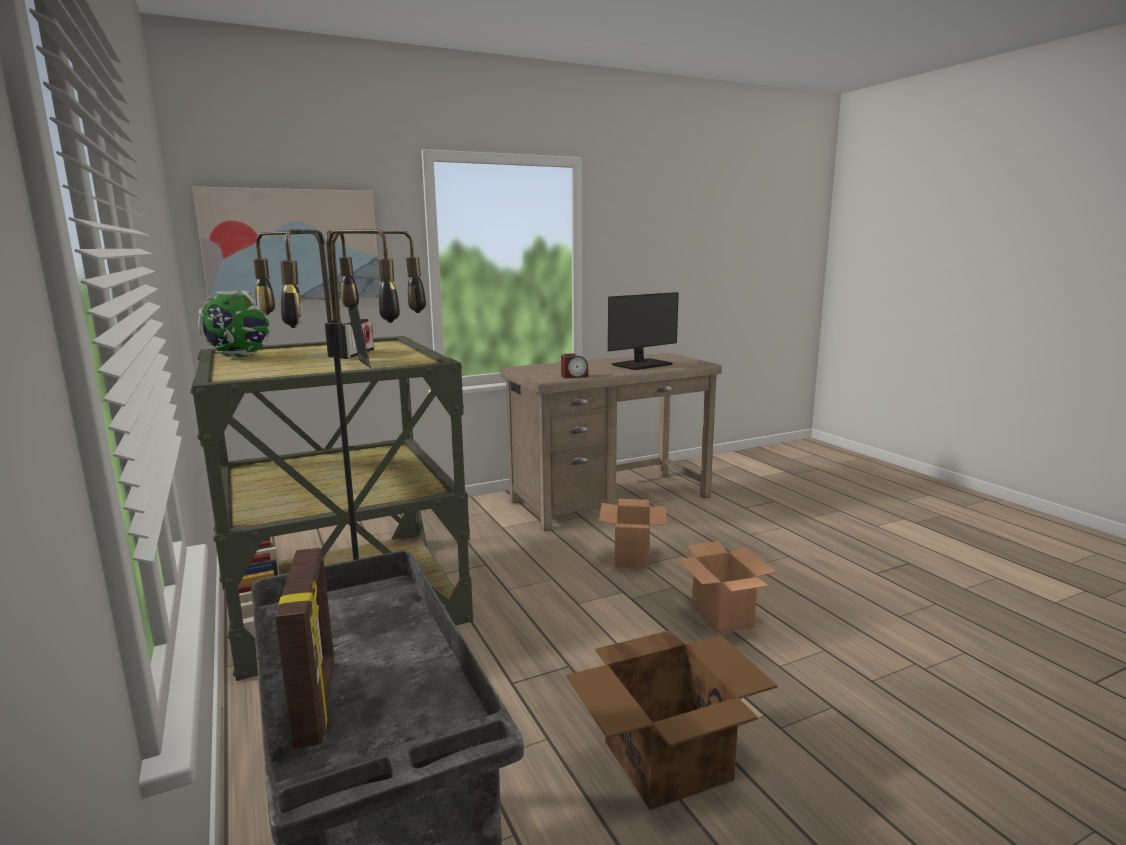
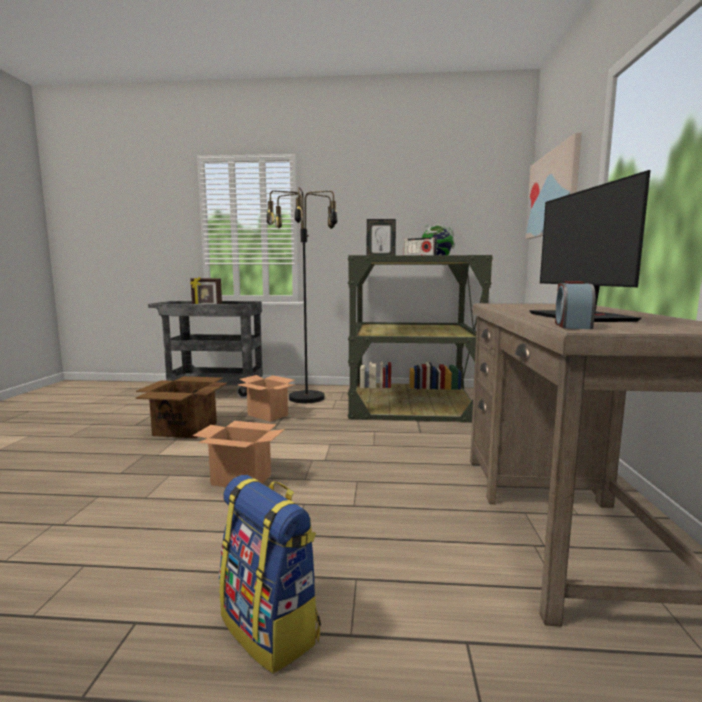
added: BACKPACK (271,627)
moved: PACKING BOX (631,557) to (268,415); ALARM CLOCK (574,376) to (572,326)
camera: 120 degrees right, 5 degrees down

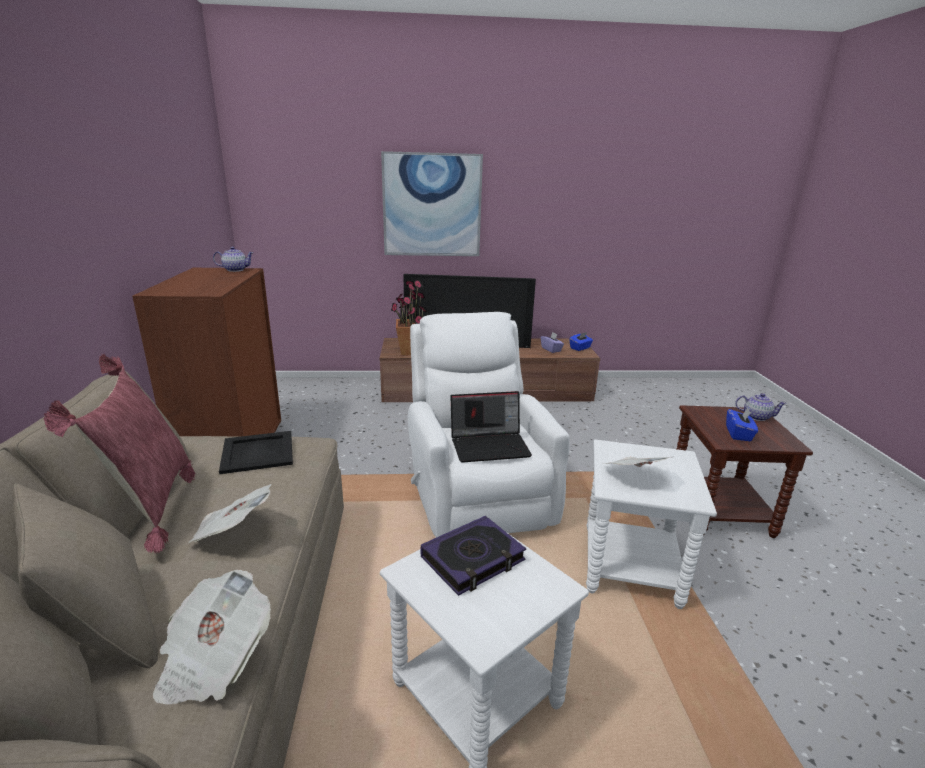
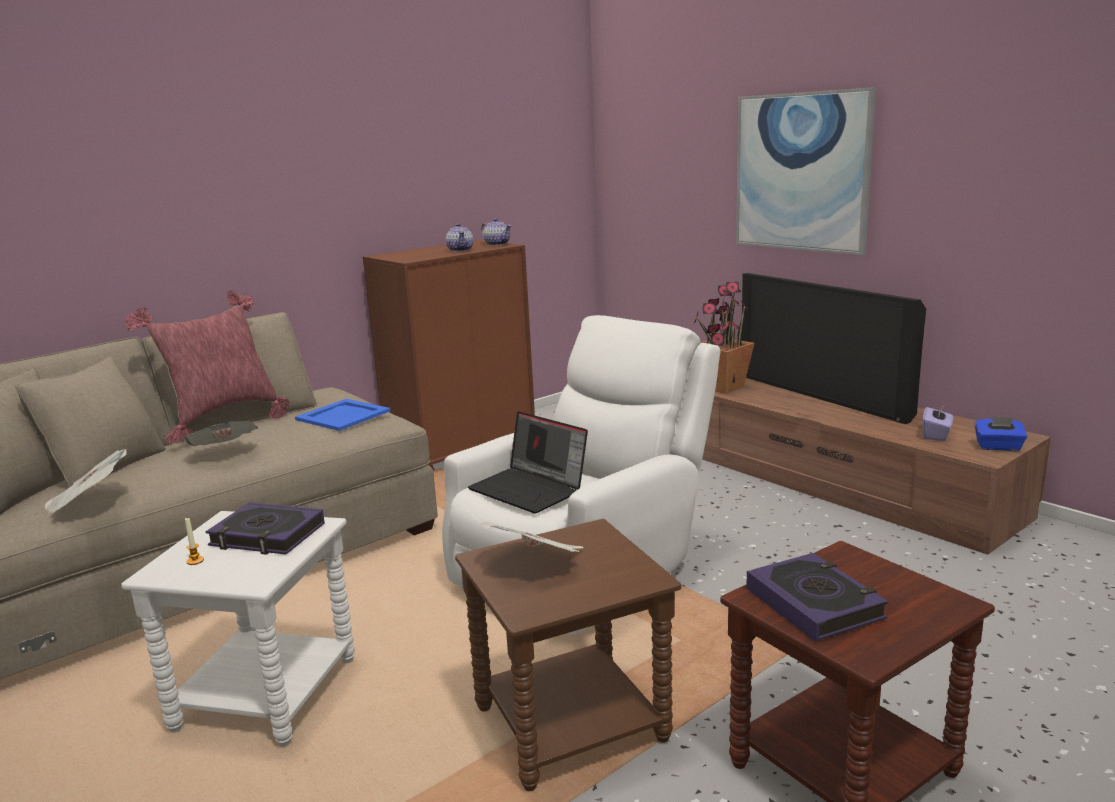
added: CANDLE (195,561)
moved: TEAPOT (756,417) to (460,250)
replaced: BLUE TISSUE HOLDER (738,434) to VOLUME (814,604)
recoloured: BLACK TRAY (258,452) to BLUE TRAY (344,415); WHITISH ACCENT TABLE (632,567) to BROWNISH ACCENT TABLE (571,726)
camera: 55 degrees right, 5 degrees down

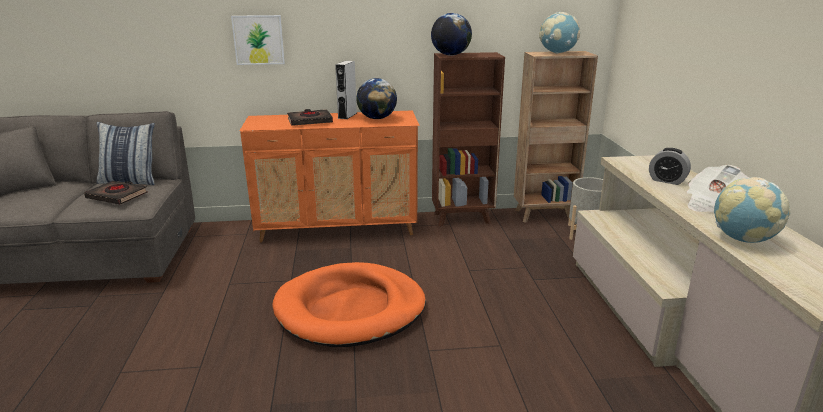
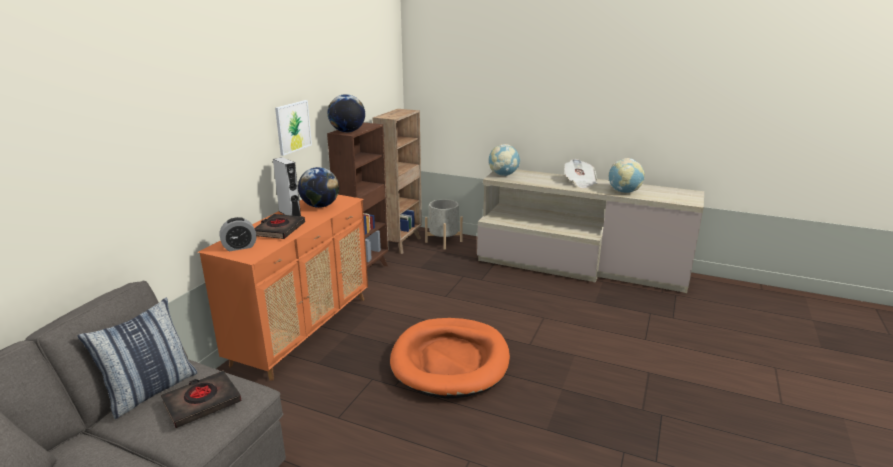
moved: ALARM CLOCK (667,181) to (240,247); PICTURE (258,40) to (293,127); WORLD GLOBE (557,52) to (503,175)
camera: 60 degrees left, 0 degrees up

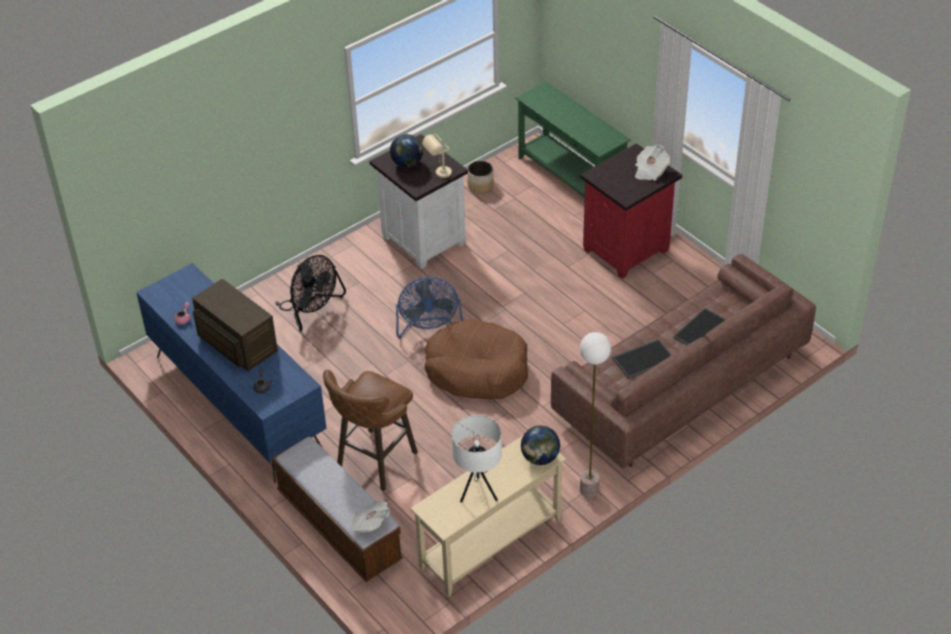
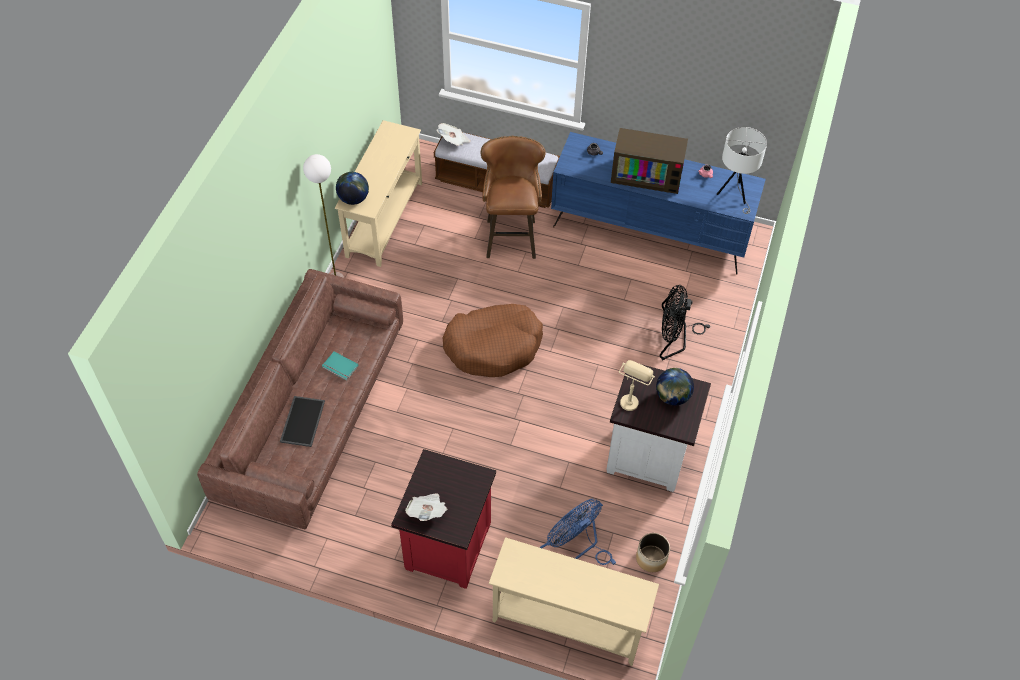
moved: BLUE FAN (426,326) to (578,545); WHITISH TABLETOP LAMP (479,491) to (734,195)
replaced: TRAY (643,358) to TURQUOISE VOLUME (339,367)
recoloured: GREEN NARROW TABLE (571,178) to BEIGE NARROW TABLE (567,622)
camera: 145 degrees right, 10 degrees up

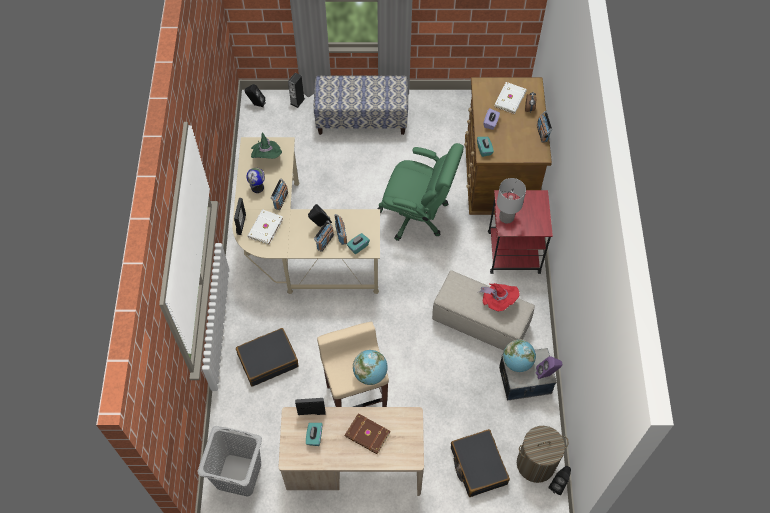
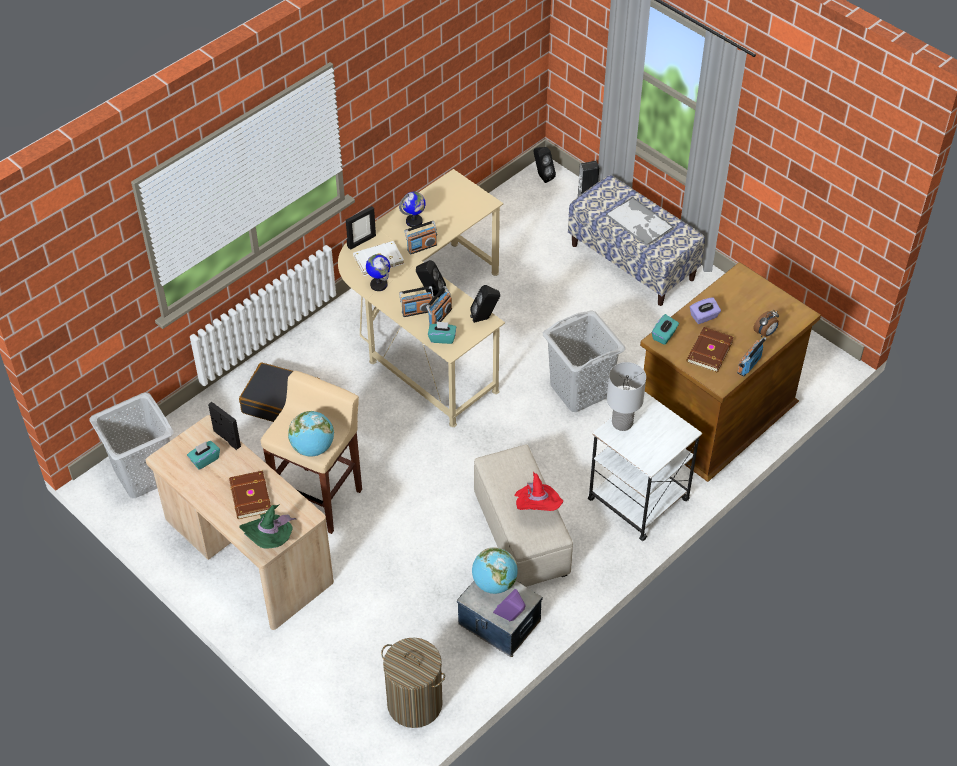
removed: BLACK TRAVEL CASE (478,466); WHITISH VOLUME (510,99)
added: WORLD GLOBE (379,284); TRAY (640,222); BROWNISH VOLUME (708,351)
moved: GREEN HAT (267,157) to (270,540); BLACK AUDIO SPEAKER (558,484) to (485,318)
replaced: GREEN DESK CHAIR (418,216) to GREYISH HAMPER (579,391)
recoloured: RED TROLLEY (513,253) to WHITISH TROLLEY (637,500)
camera: 45 degrees right, 10 degrees down

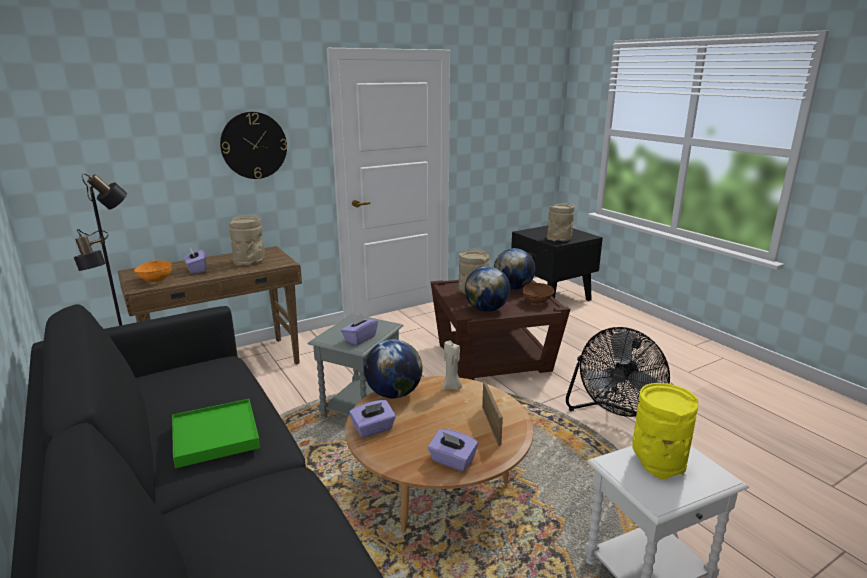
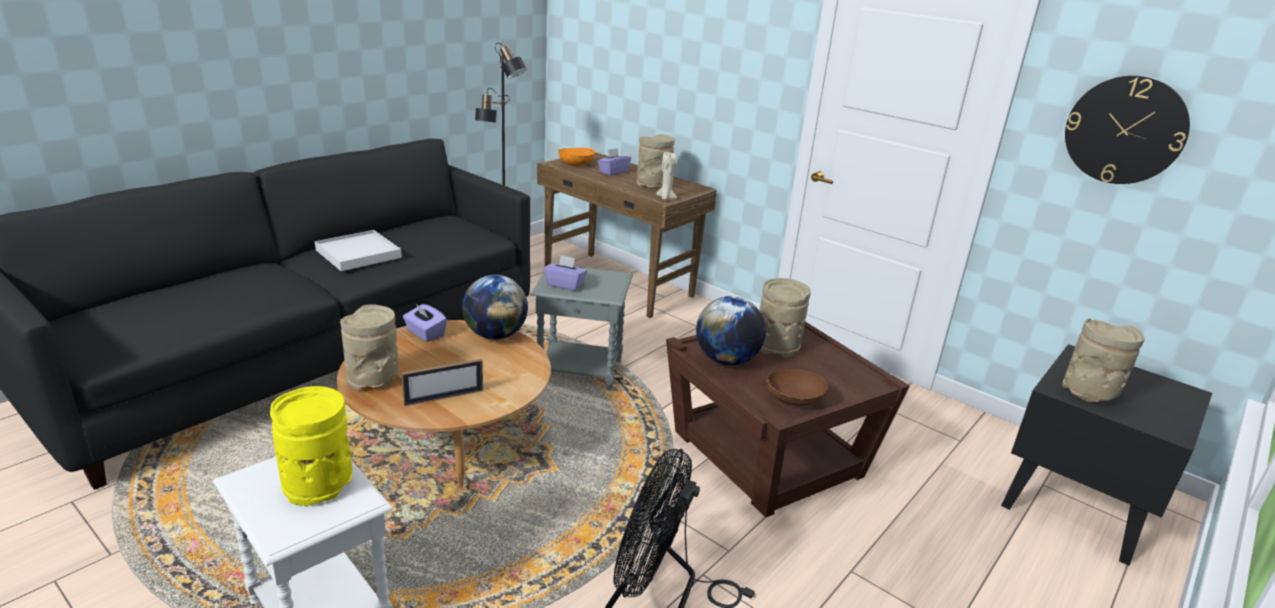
removed: WORLD GLOBE (513,288)
moved: BEIGE CANDLE (452,387) to (665,198); WALL CLOCK (254,145) to (1125,130)
replaced: PURPLISH TISSUE HOLDER (452,461) to BEIGE DECORATIVE VASE (374,380)
recoloured: GREEN TRAY (216,435) to WHITISH TRAY (358,254)
camera: 70 degrees right, 5 degrees up

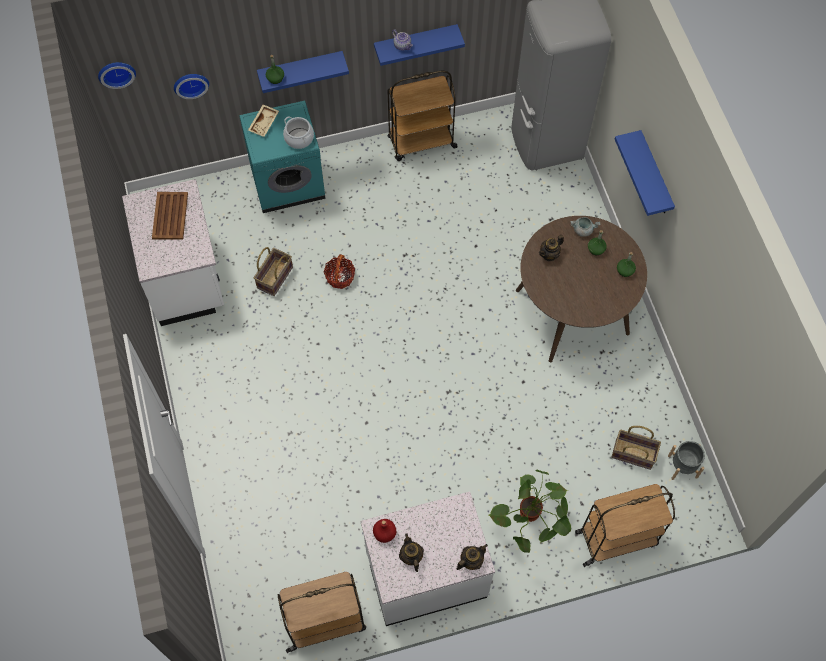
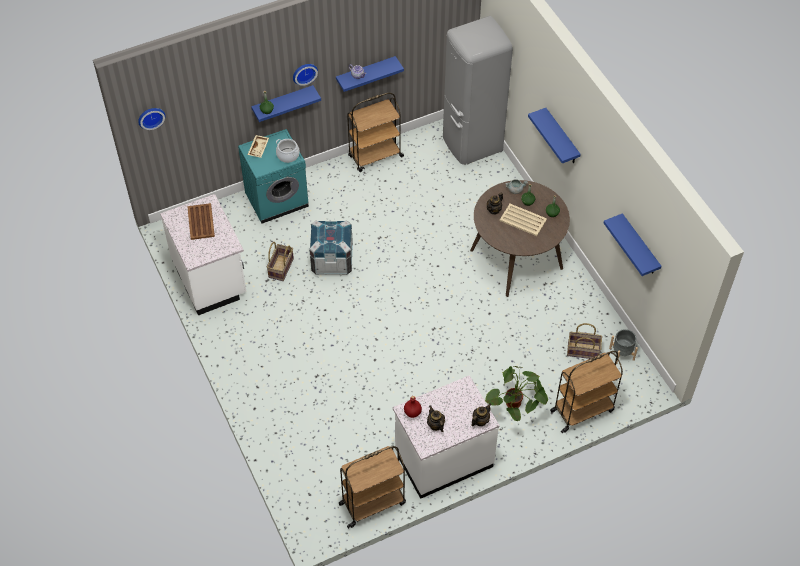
added: BEIGE TRAY (522,220); BLUE BRACKET SHELF (640,246)
moved: WALL CLOCK (190,83) to (304,72)
replaced: HOUSEHOLD BASKET (340,277) to CRATE (332,260)
camera: 10 degrees left, 10 degrees down

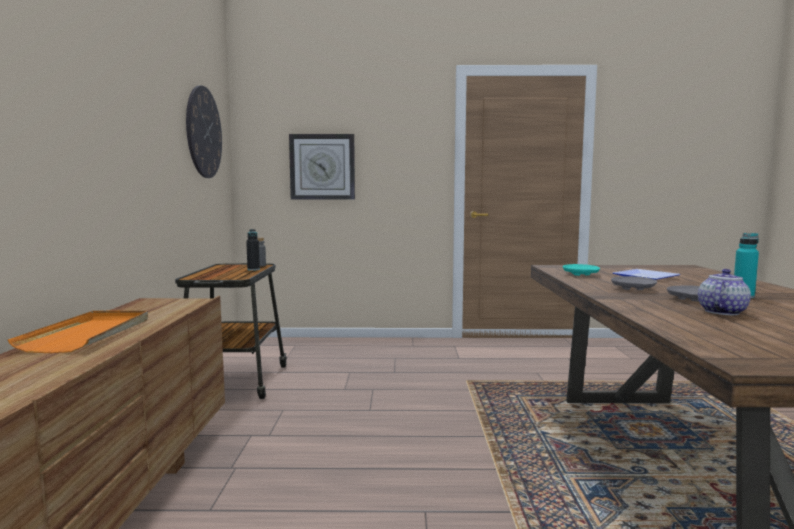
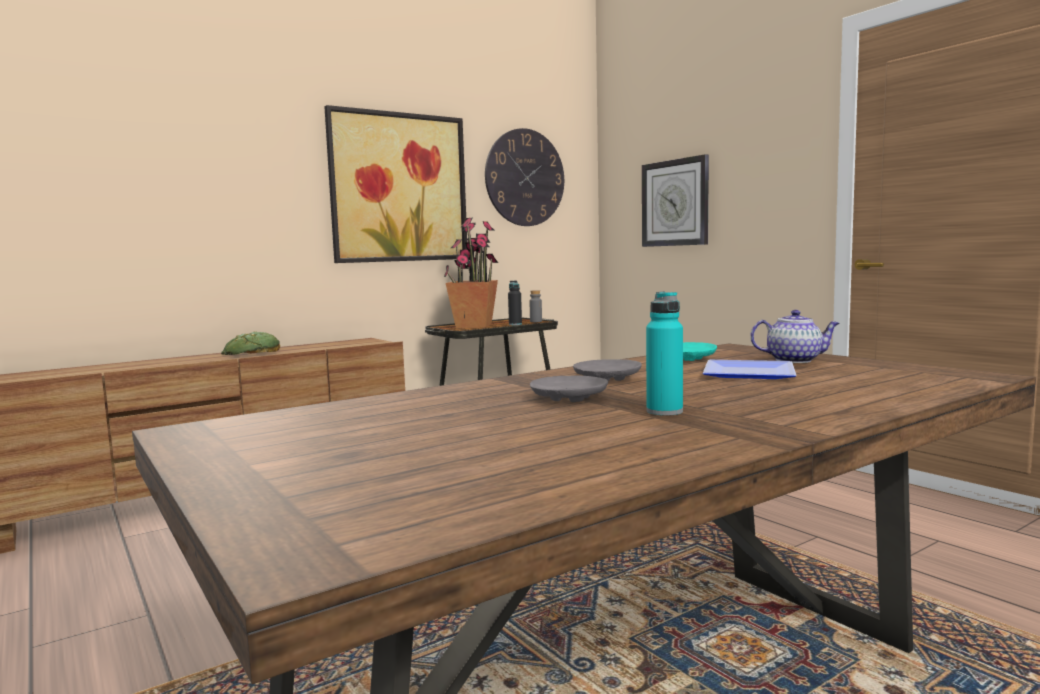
added: PICTURE (399,188); HOUSEPLANT (473,326)
moved: TEAPOT (721,312) to (795,360)
replaced: ORANGE TRAY (89,334) to BAKERY BREAD (252,352)
camera: 55 degrees right, 0 degrees up

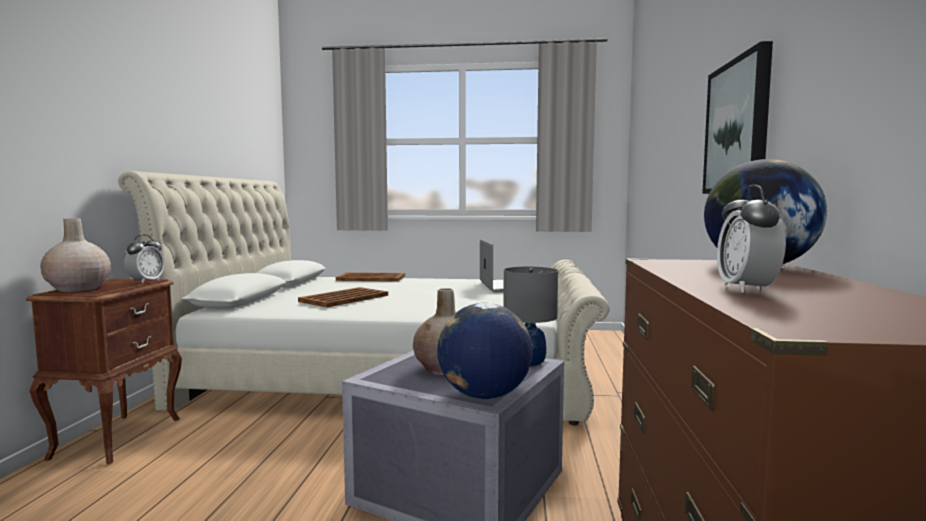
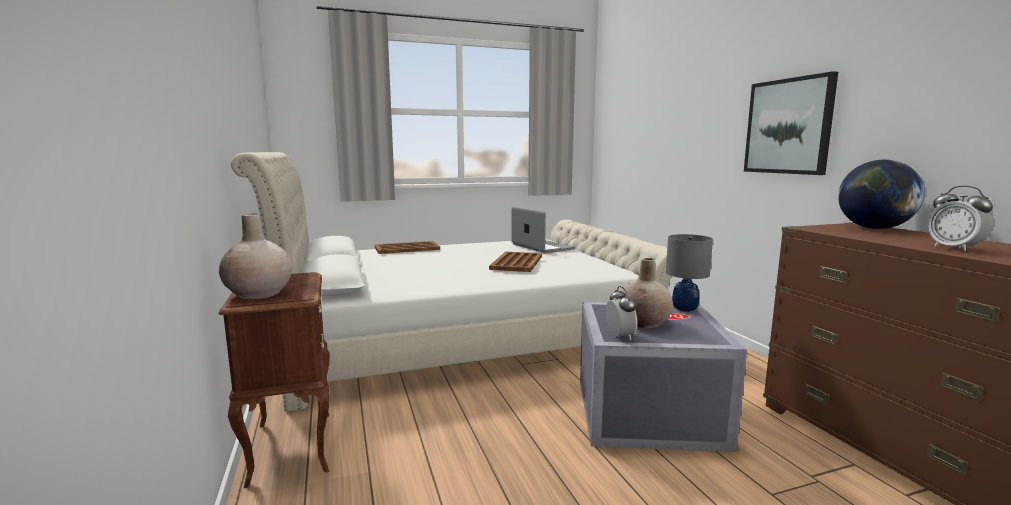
removed: WORLD GLOBE (483,395)
moved: BROWNISH TRAY (345,298) to (517,262); ALARM CLOCK (146,282) to (620,336)
camera: 25 degrees left, 5 degrees up

